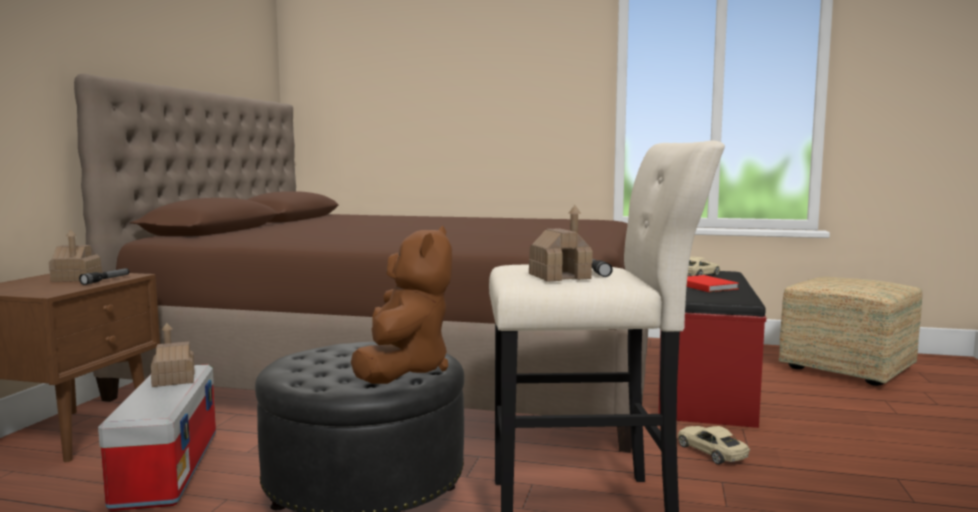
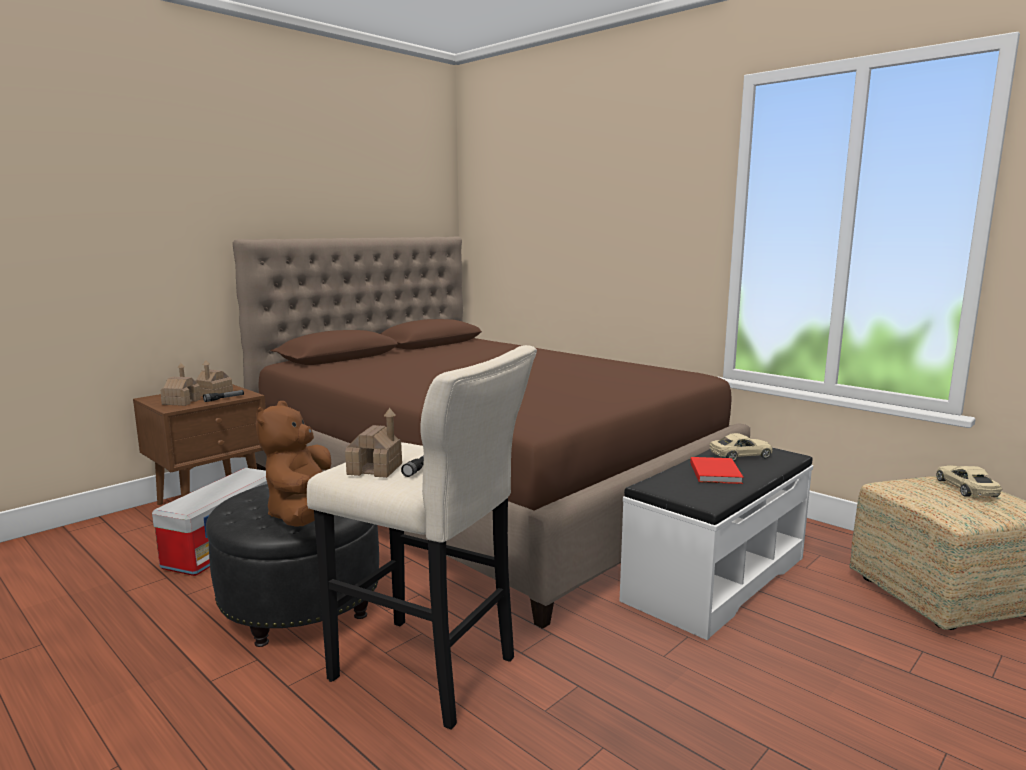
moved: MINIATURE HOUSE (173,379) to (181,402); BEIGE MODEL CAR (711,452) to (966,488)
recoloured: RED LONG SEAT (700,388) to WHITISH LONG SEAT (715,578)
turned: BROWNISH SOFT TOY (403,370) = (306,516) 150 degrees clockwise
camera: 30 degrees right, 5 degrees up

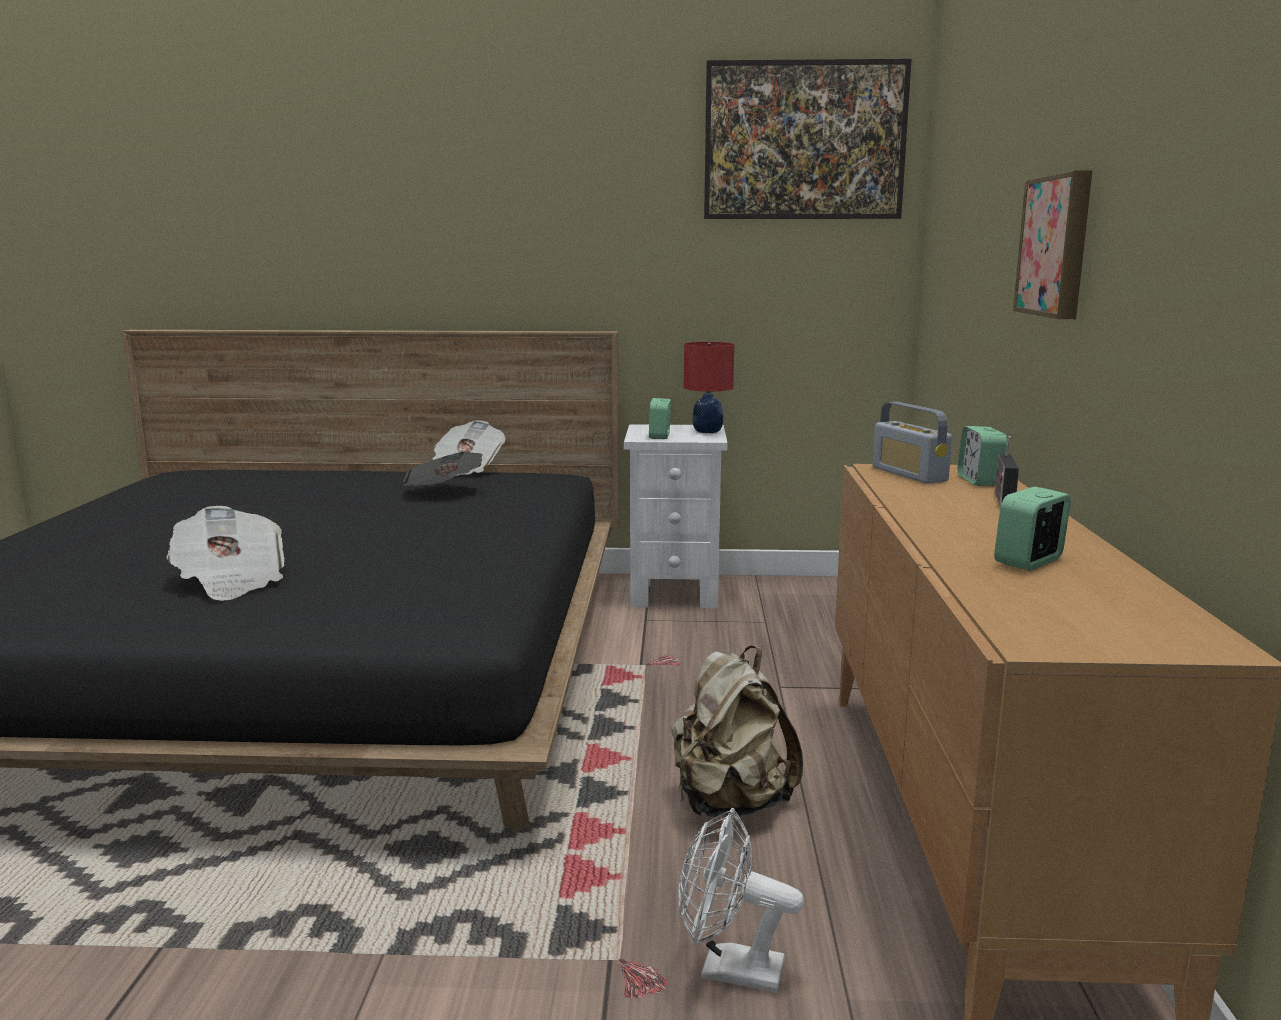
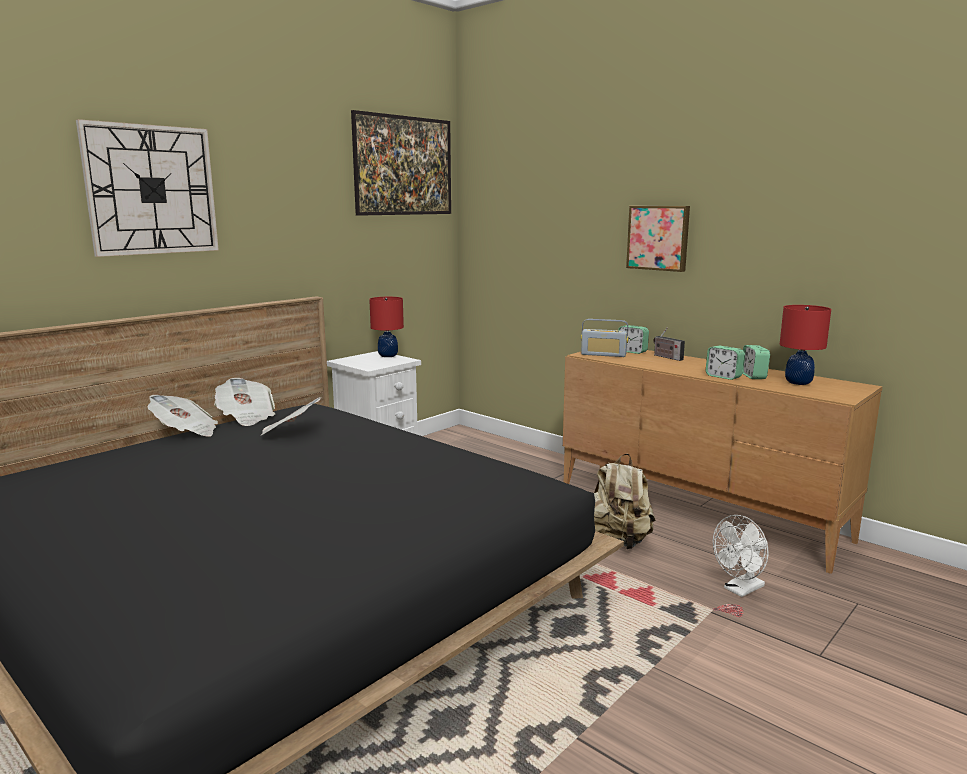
added: WALL CLOCK (151,190); RED TABLETOP LAMP (799,383)
moved: DAILY PAPER (231,582) to (186,432); ALARM CLOCK (659,436) to (723,376)
camera: 50 degrees left, 0 degrees up

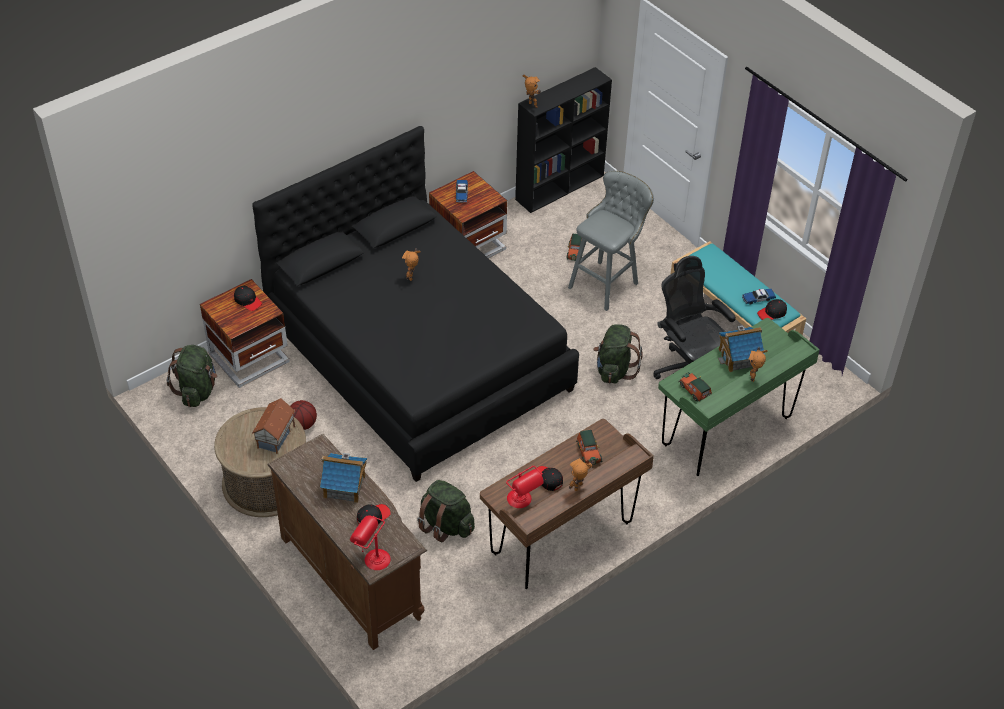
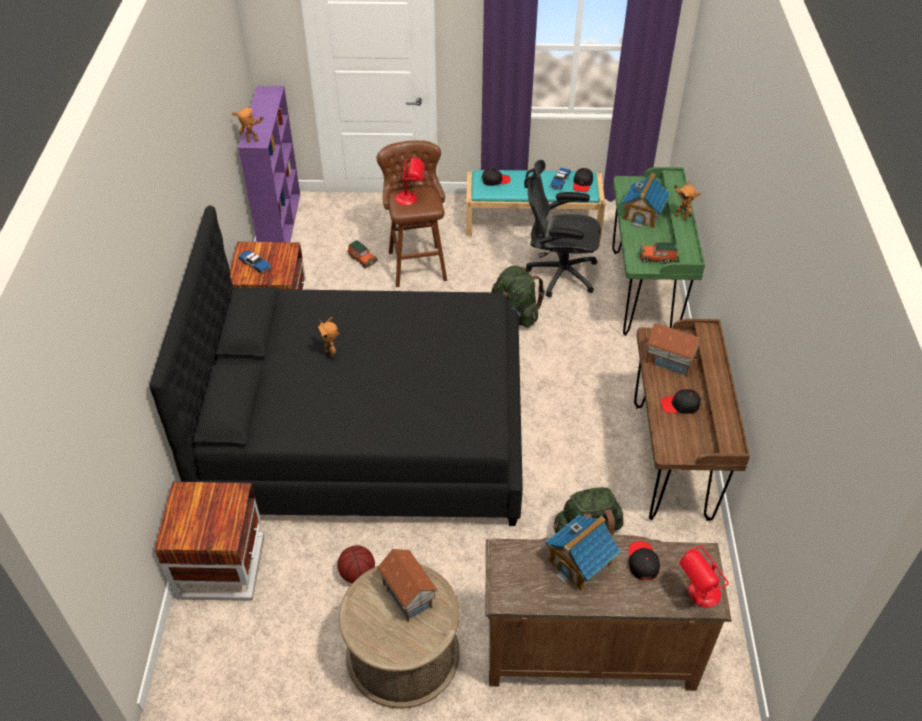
removed: GREEN BACKPACK (197,390); ROBOT FIGURE (580,488)
moved: RED TABLETOP LAMP (523,501) to (411,198); BLACK BASEBALL CAP (248,301) to (495,180)
replaced: MODEL CAR (588,452) to MINIATURE HOUSE (670,360)
recoloured: BLACK BOOKSHELF (560,187) to PURPLISH BOOKSHELF (280,224); GREYISH STOOL (608,281) to BROWNISH STOOL (416,260)
camera: 50 degrees left, 0 degrees up

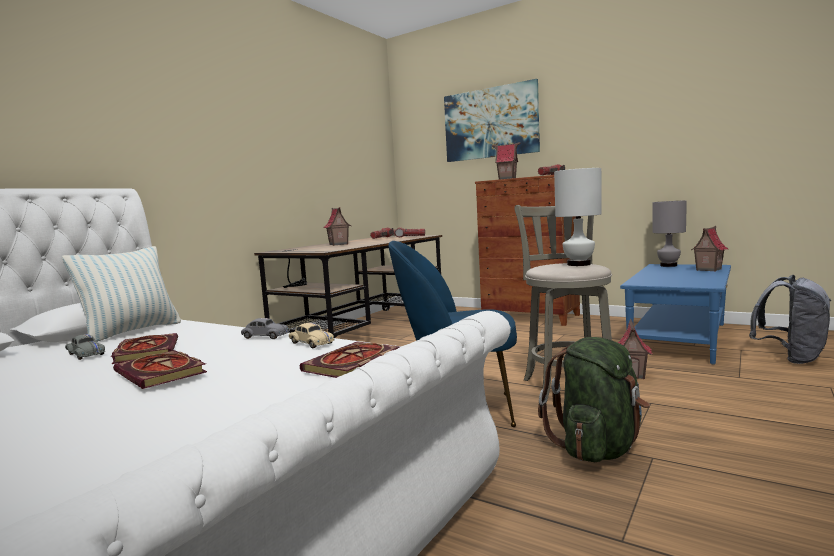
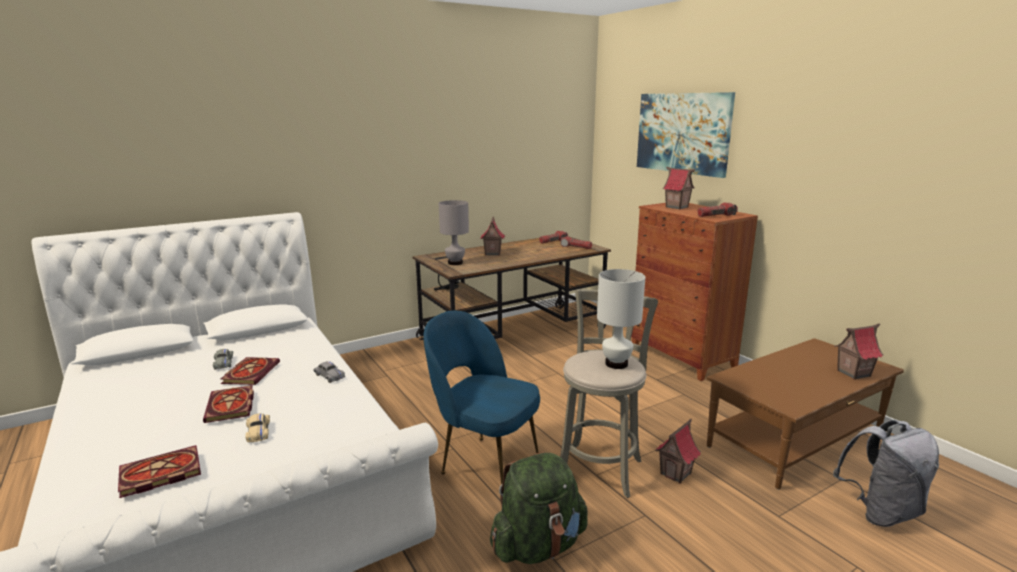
removed: CUSHION (131,332)
moved: VOLUME (352,364) to (158,475); BEIGE MODEL CAR (312,343) to (258,432); GREYISH TABLETOP LAMP (669,265) to (455,263)
recoloured: BLUE COFFEE TABLE (679,339) to BROWNISH COFFEE TABLE (795,439)
camera: 25 degrees right, 10 degrees up

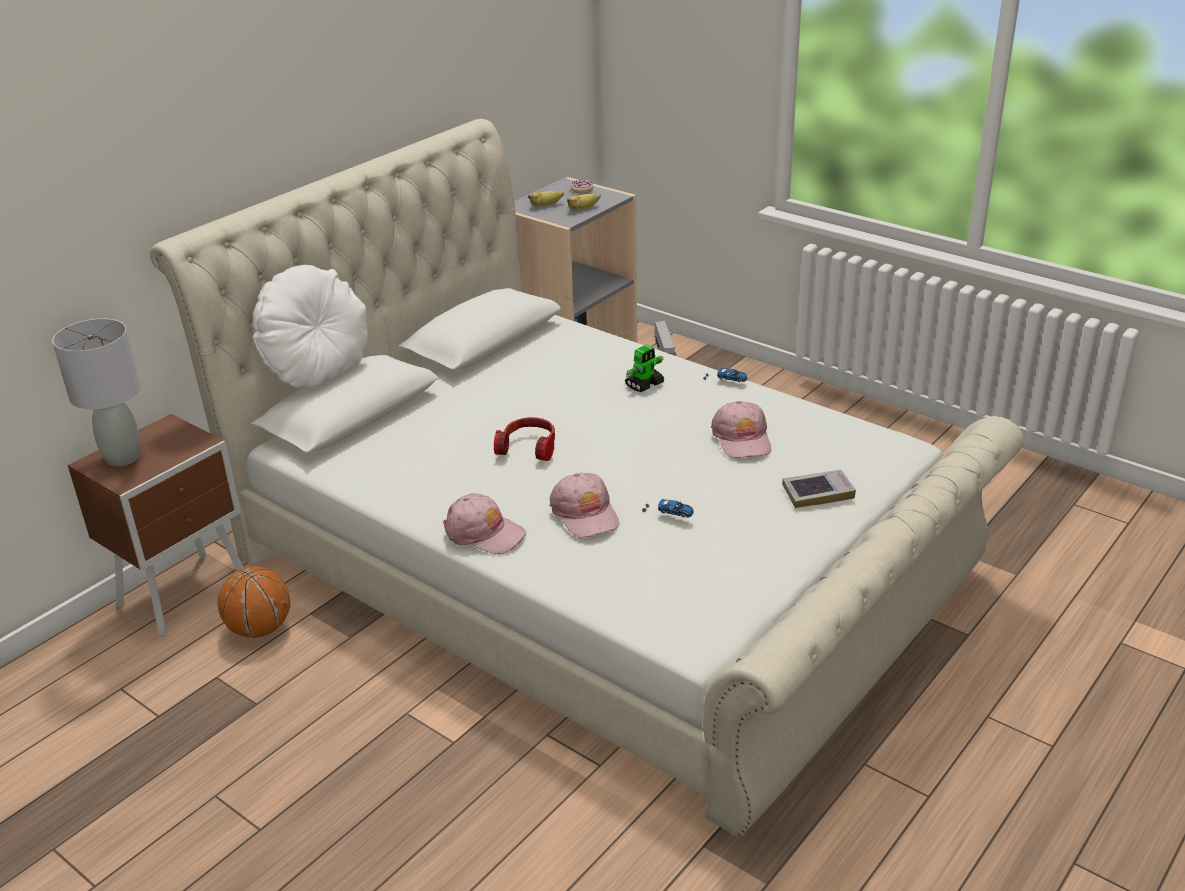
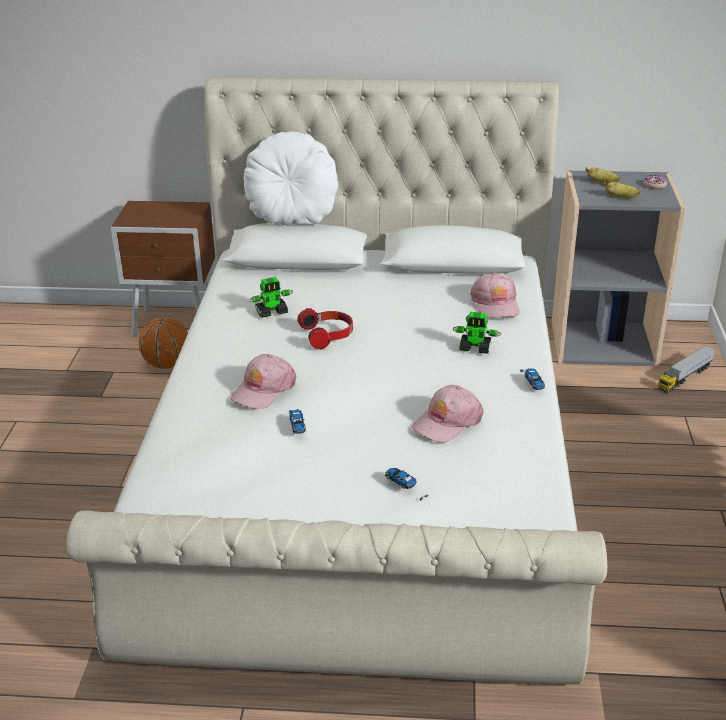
removed: GREYISH TABLETOP LAMP (123,457)
added: ROBOT FIGURE (272,312)
moved: PINK BASEBALL CAP (484,533) to (495,304)
replaced: VOLUME (818,493) to MODEL CAR (406,488)
camera: 55 degrees right, 0 degrees up

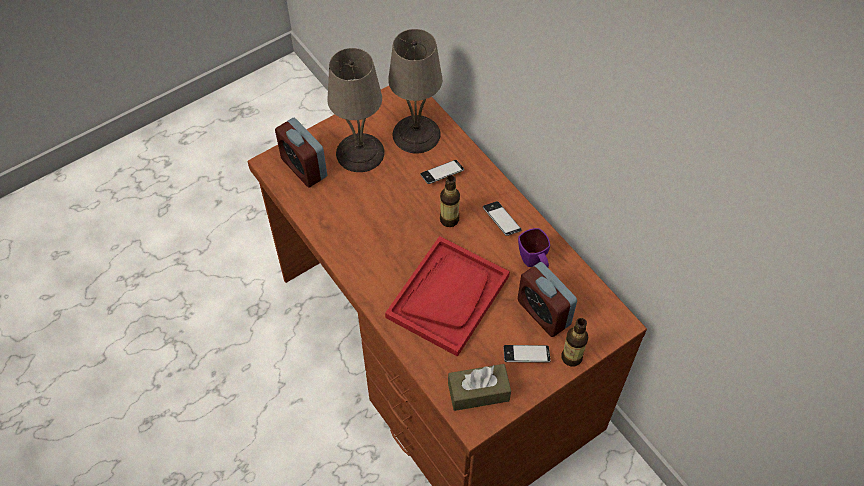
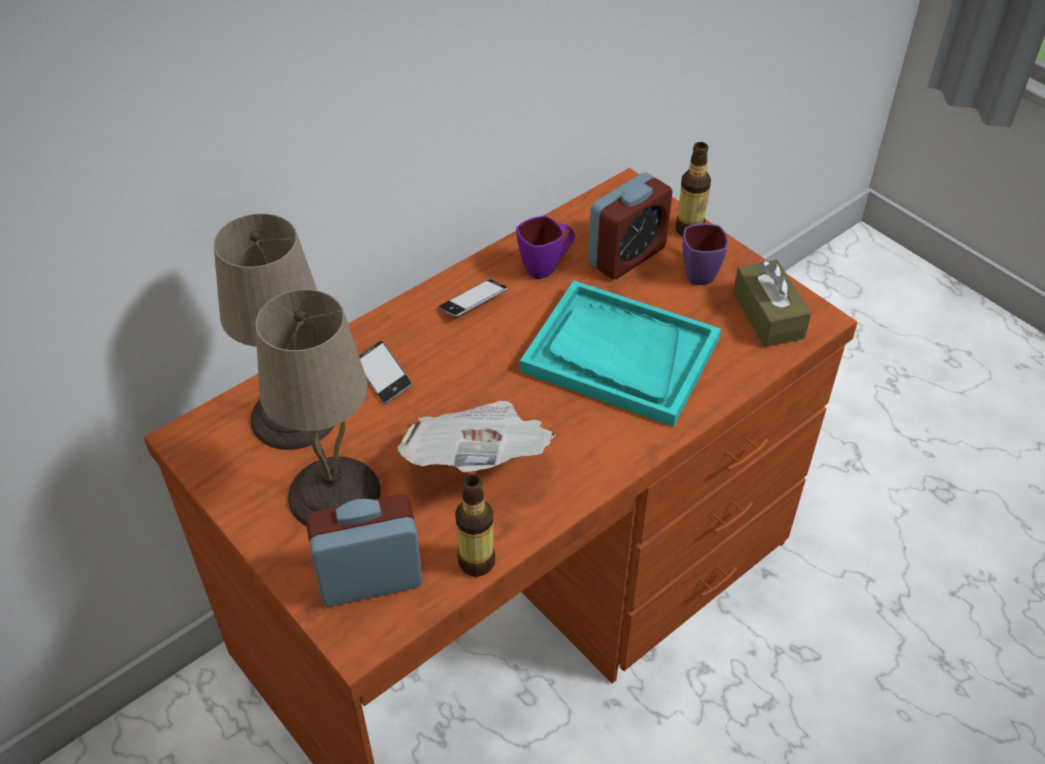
added: DAILY PAPER (479,461)
moved: DRINK BOTTLE (449,219) to (476,562)
replaced: HANDSET (526,355) to PURPLISH TEA MUG (698,271)
recoloured: RED TRAY (448,296) to TURQUOISE TRAY (619,355)
turned: ALARM CLOCK (304,168) = (370,579) 150 degrees counterclockwise
camera: 95 degrees left, 10 degrees down

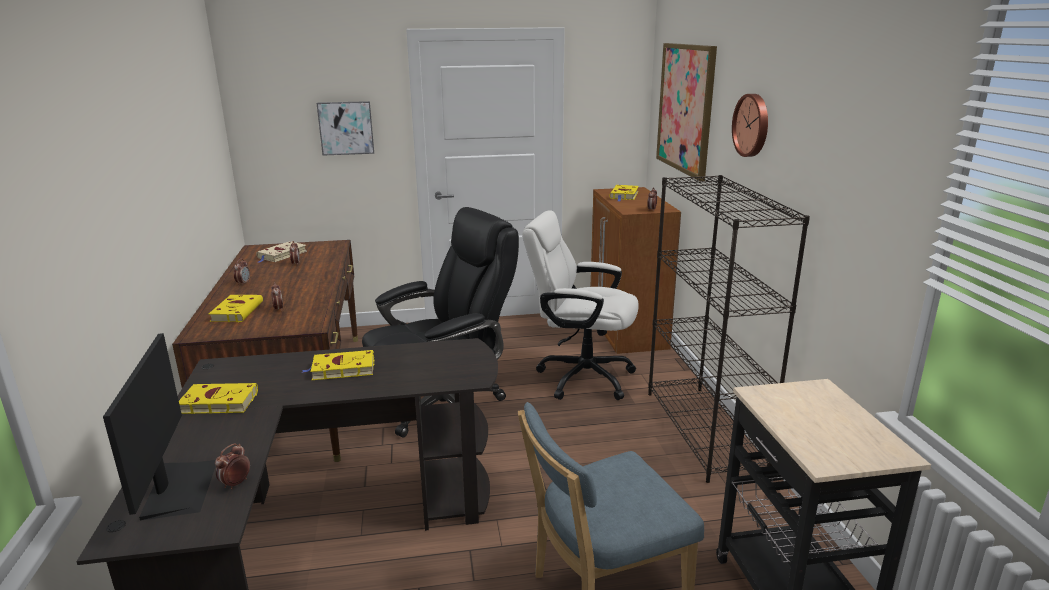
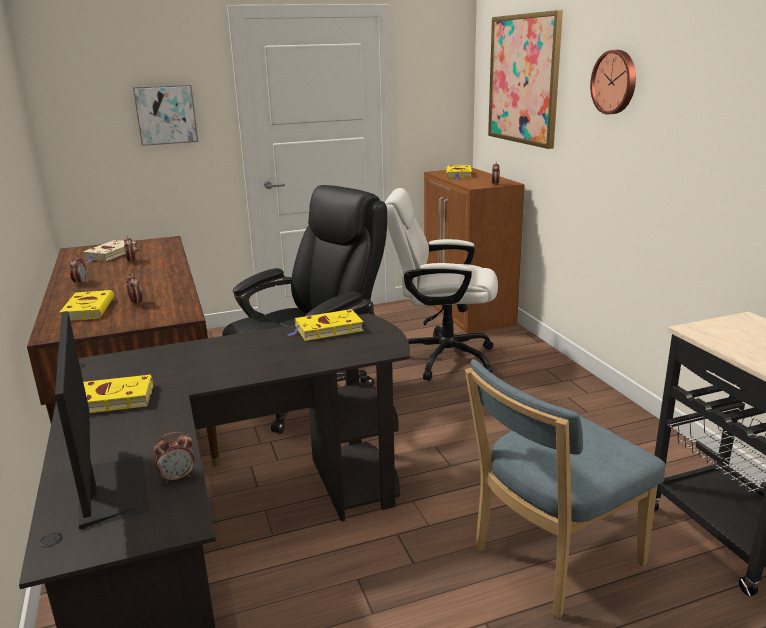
removed: BLACK BOOKSHELF (704,431)
moved: YELLOWISH VOLUME (341,369) to (327,329)
turned: ALARM CLOCK (235,484) = (178,477) 135 degrees counterclockwise
camera: 10 degrees left, 0 degrees up

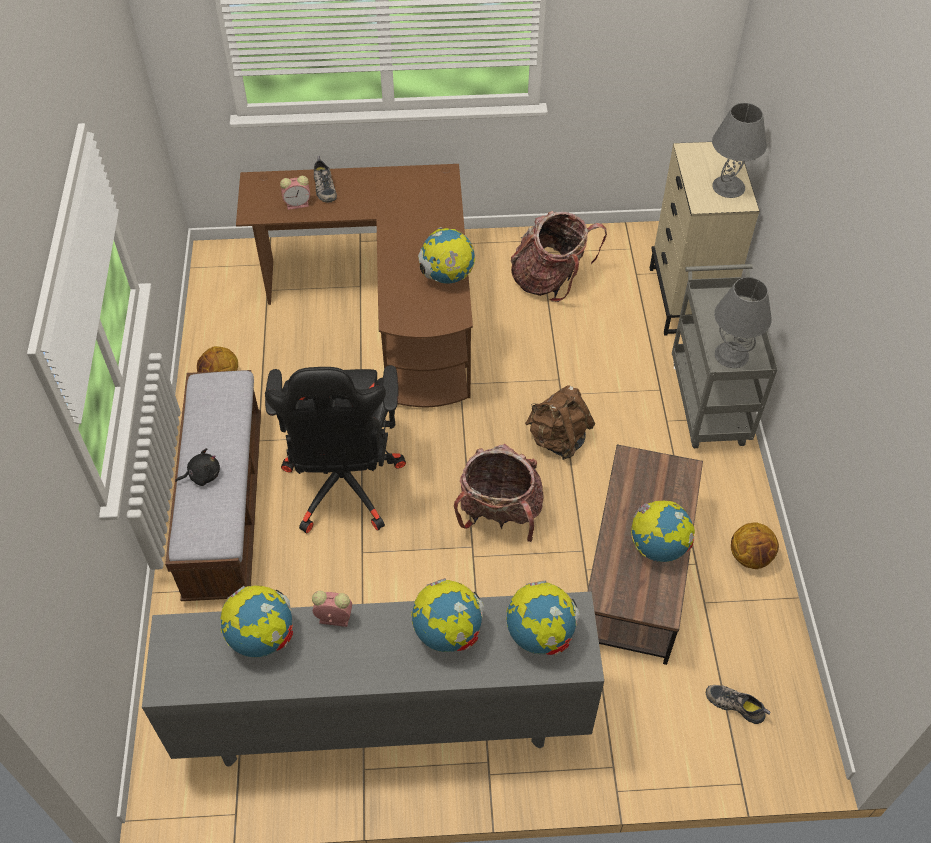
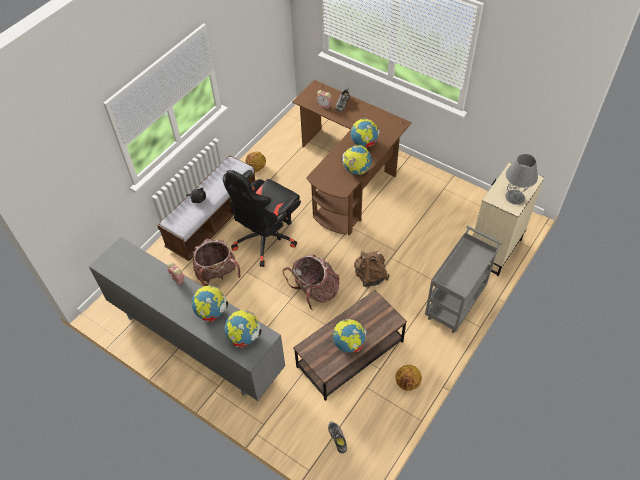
removed: GREYISH TABLETOP LAMP (732,354)
moved: BACKPACK (550,280) to (217,274); WORLD GLOBE (262,637) to (364,143)
camera: 40 degrees right, 0 degrees up

